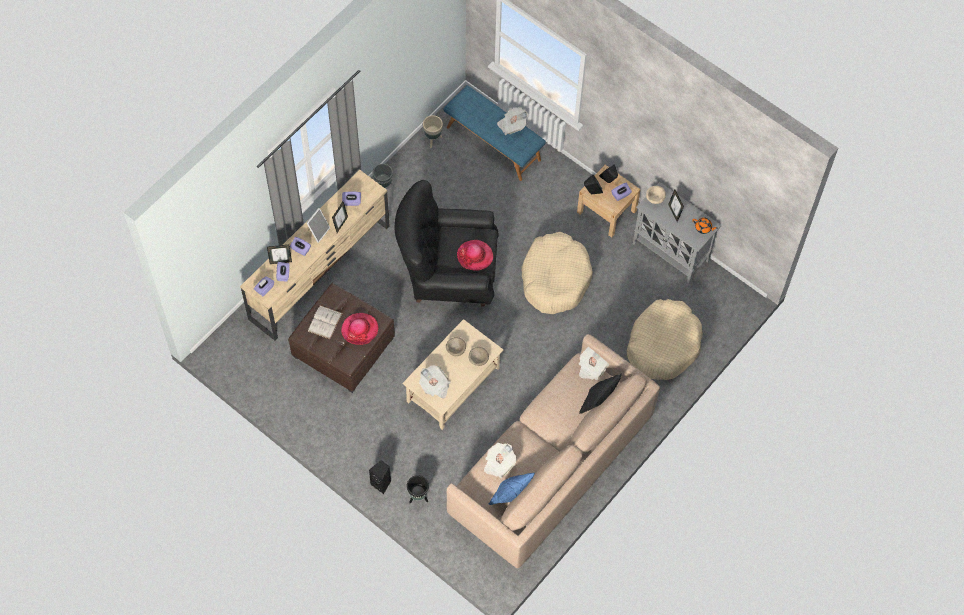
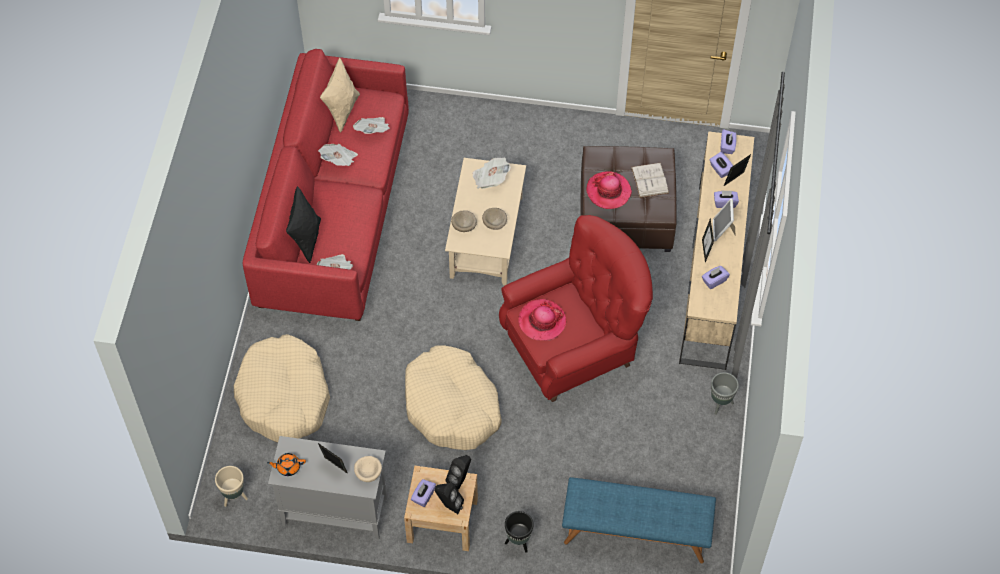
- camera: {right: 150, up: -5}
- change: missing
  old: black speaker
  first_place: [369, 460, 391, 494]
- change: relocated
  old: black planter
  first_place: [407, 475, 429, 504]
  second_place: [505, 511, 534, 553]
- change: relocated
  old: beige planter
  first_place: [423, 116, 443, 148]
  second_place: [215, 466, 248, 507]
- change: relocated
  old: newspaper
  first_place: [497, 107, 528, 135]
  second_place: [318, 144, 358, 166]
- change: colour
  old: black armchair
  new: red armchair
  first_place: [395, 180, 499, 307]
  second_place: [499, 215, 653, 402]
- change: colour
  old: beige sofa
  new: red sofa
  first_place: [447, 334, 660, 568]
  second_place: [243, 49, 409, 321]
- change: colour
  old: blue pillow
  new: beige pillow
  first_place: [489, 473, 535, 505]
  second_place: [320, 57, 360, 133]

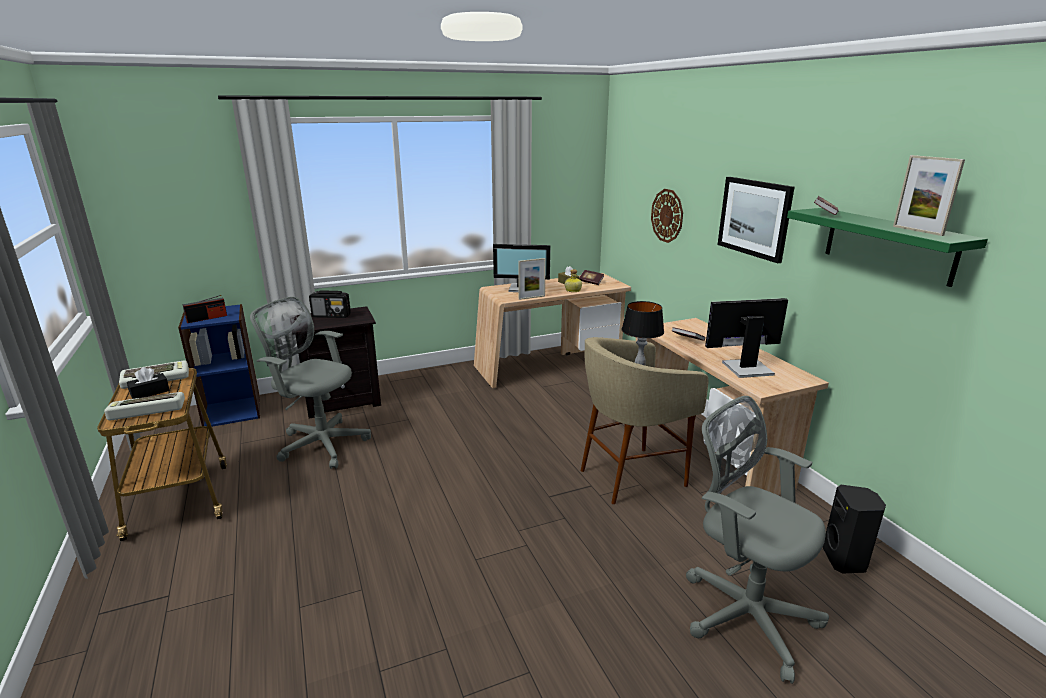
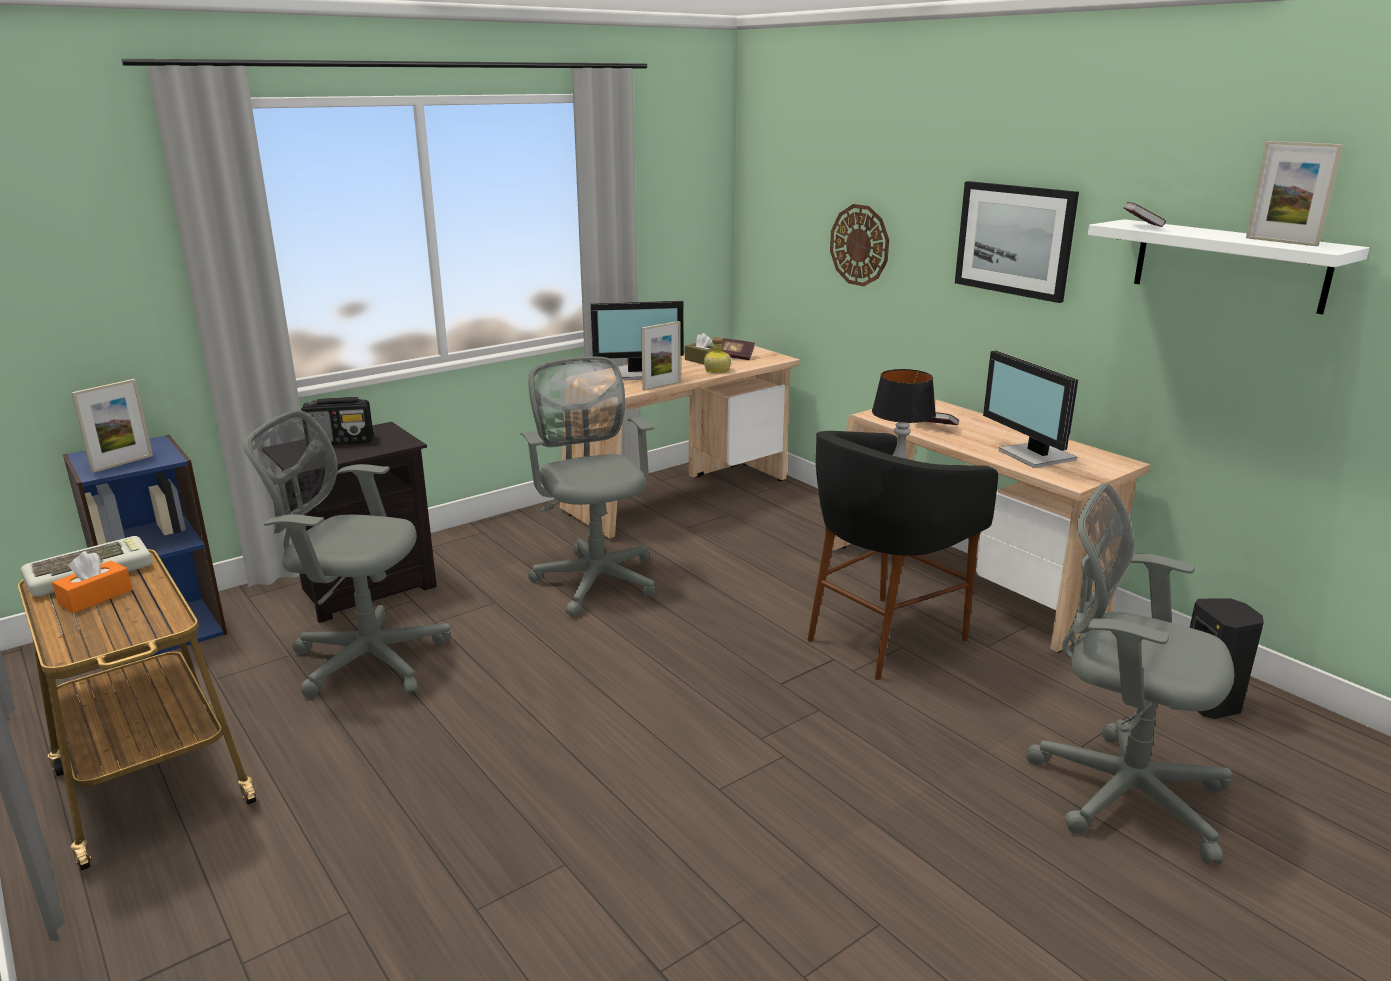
- camera: {right: -15, up: 0}
- change: missing
  old: keyboard
  first_place: [104, 392, 185, 421]
- change: appeared
  new: grey office chair
  second_place: [520, 356, 655, 617]
- change: exchanged
  old: radio
  new: picture frame
  first_place: [182, 295, 227, 323]
  second_place: [71, 379, 153, 473]
- change: colour
  old: black tissue box
  new: orange tissue box
  first_place: [127, 367, 170, 399]
  second_place: [52, 551, 132, 613]
- change: colour
  old: beige stool
  new: black stool
  first_place: [581, 337, 709, 504]
  second_place: [807, 431, 998, 680]
- change: colour
  old: green shelf
  new: white shelf
  first_place: [787, 208, 988, 287]
  second_place: [1088, 219, 1370, 314]
- change: spun
  old: monitor
  first_place: [705, 298, 788, 378]
  second_place: [983, 351, 1078, 468]
  degrees: -90

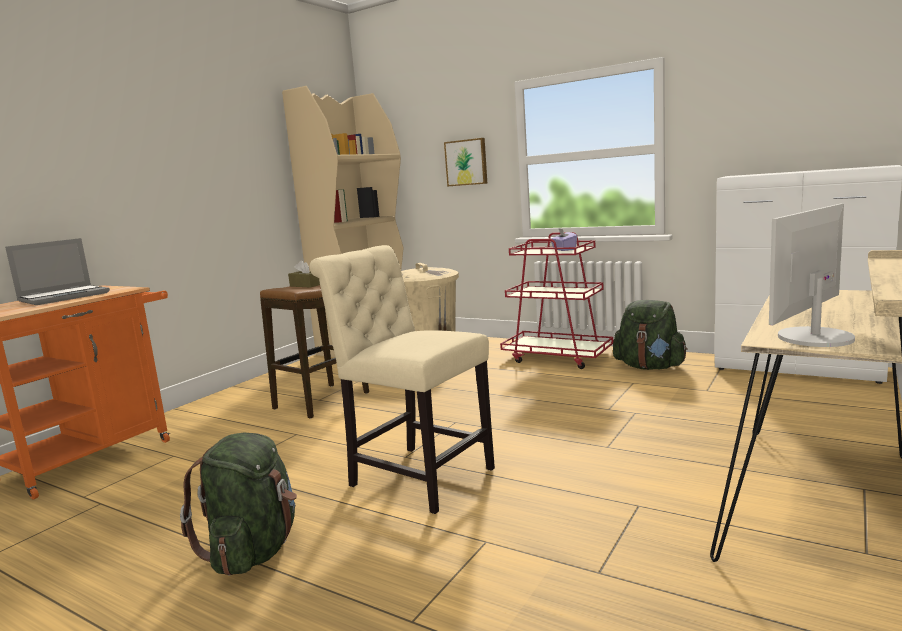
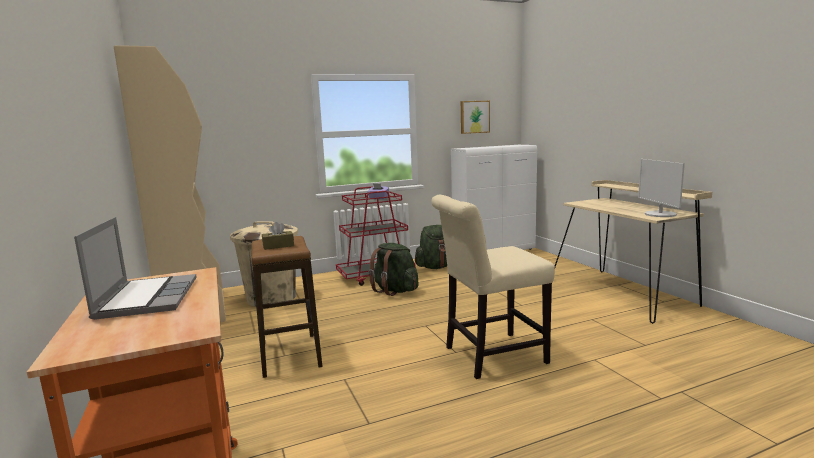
- camera: {right: -55, up: 0}
- change: relocated
  old: green backpack
  first_place: [180, 433, 297, 576]
  second_place: [368, 243, 419, 296]
- change: relocated
  old: picture
  first_place: [444, 138, 487, 186]
  second_place: [461, 101, 490, 134]

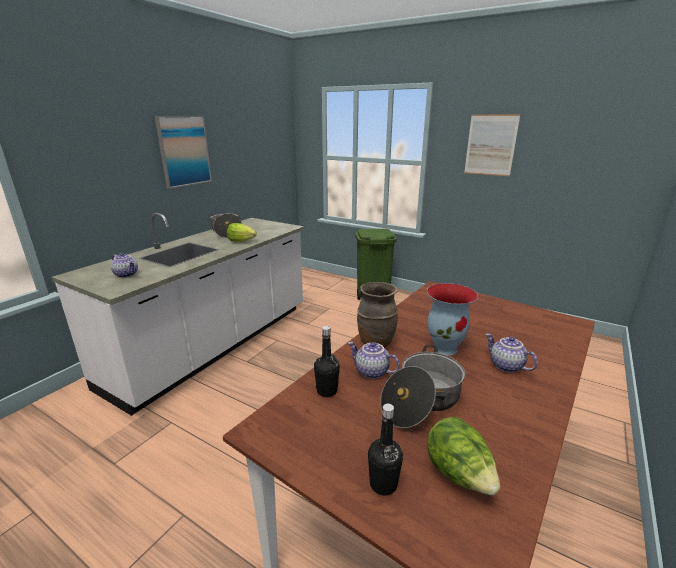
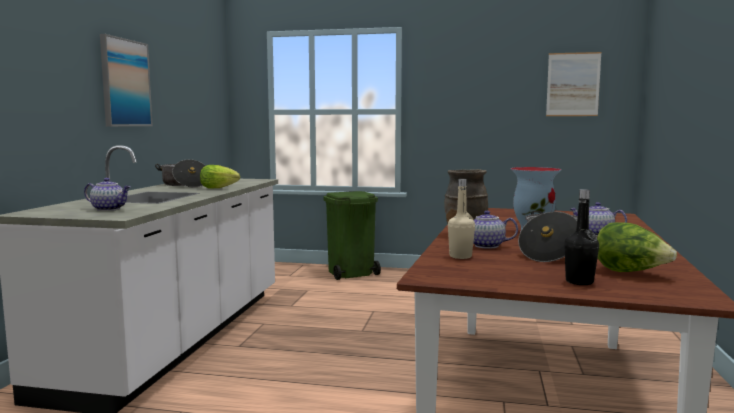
- camera: {right: -20, up: -15}
- change: relocated
  old: picture
  first_place: [464, 115, 520, 176]
  second_place: [546, 52, 602, 116]
- change: colour
  old: black bottle
  new: beige bottle
  first_place: [314, 326, 340, 397]
  second_place: [448, 179, 475, 259]

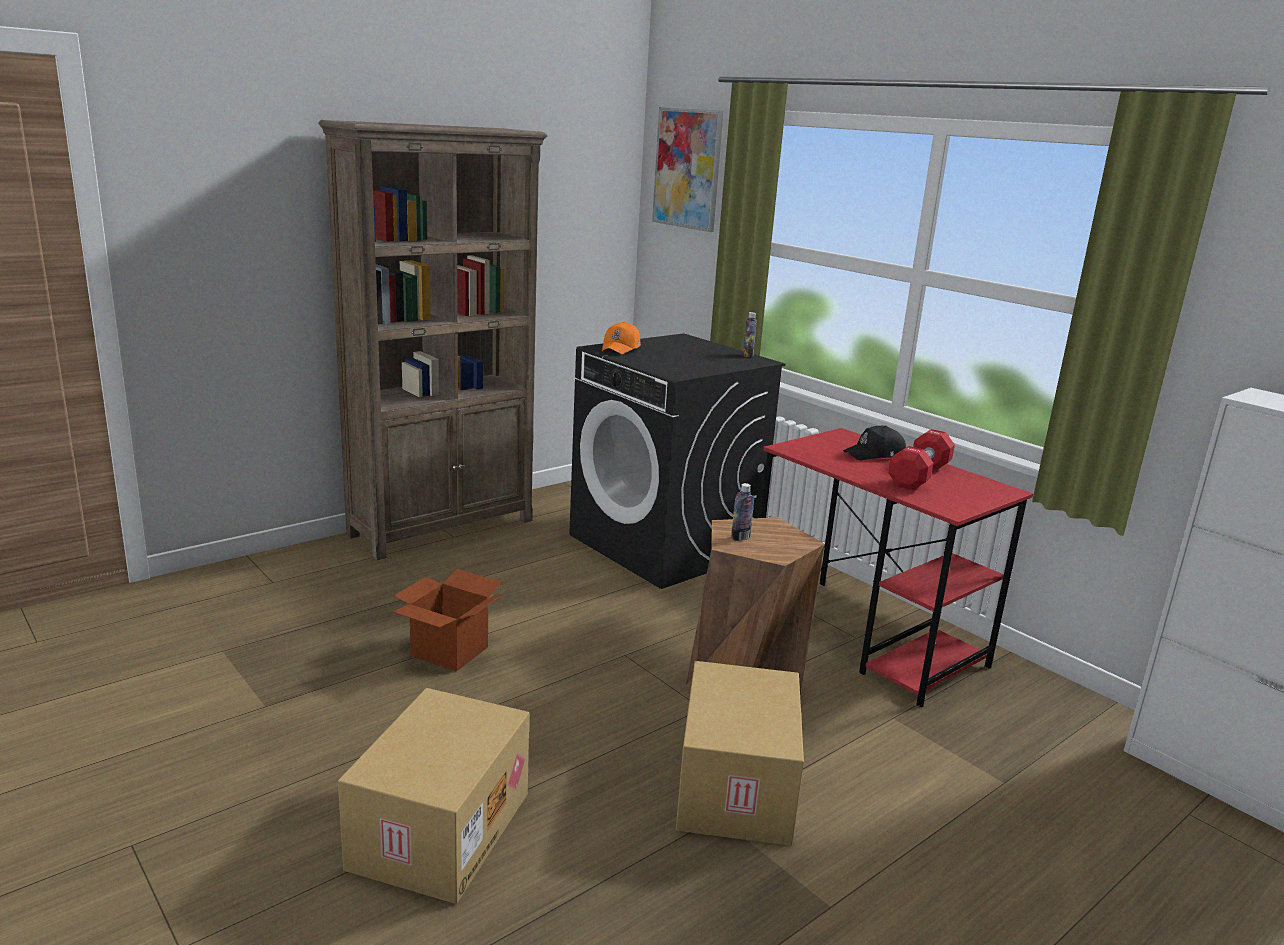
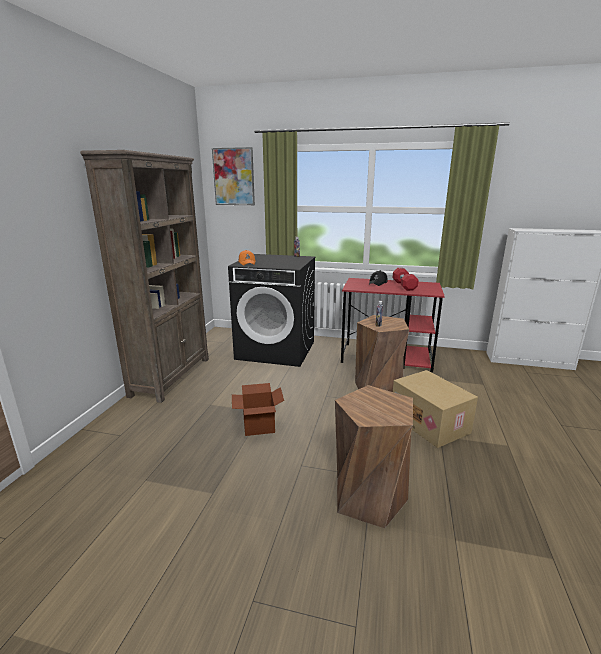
- camera: {right: -35, up: 0}
- change: exchanged
  old: cardboard box
  new: brown stool
  first_place: [338, 688, 529, 904]
  second_place: [335, 385, 413, 529]

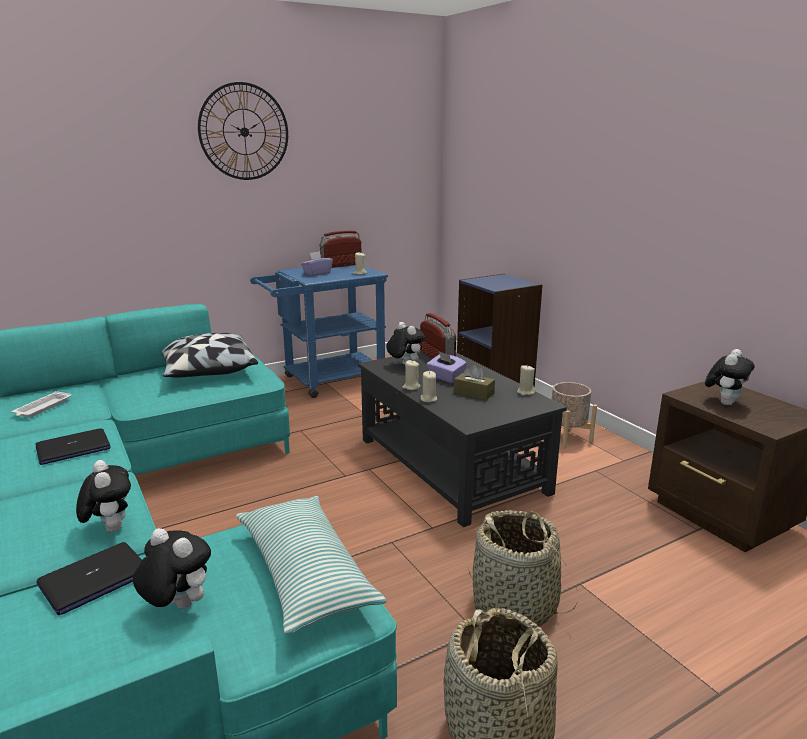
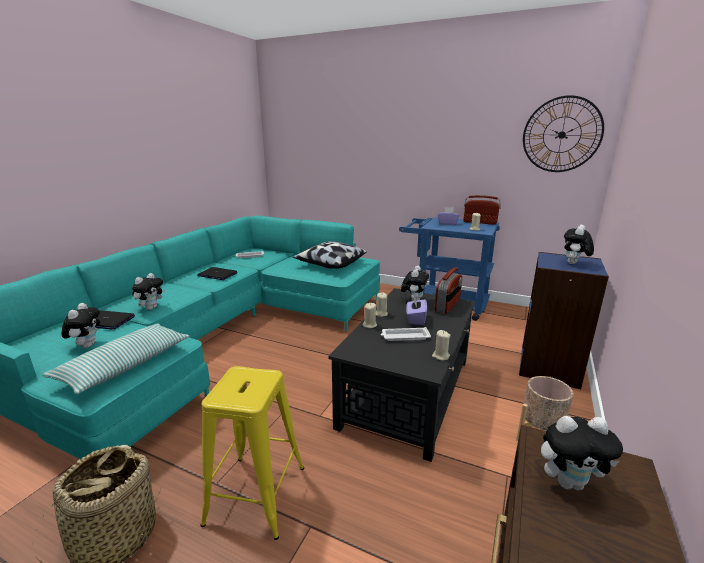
- camera: {right: 55, up: 0}
- change: appeared
  new: plush toy
  second_place: [564, 225, 594, 264]
- change: relocated
  old: wall clock
  first_place: [198, 82, 288, 180]
  second_place: [523, 95, 604, 172]
- change: exchanged
  old: brown tissue box
  new: white tray
  first_place: [454, 365, 495, 400]
  second_place: [381, 327, 431, 341]
- change: exchanged
  old: basket
  new: yellow stool
  first_place: [468, 510, 577, 626]
  second_place: [200, 366, 304, 540]

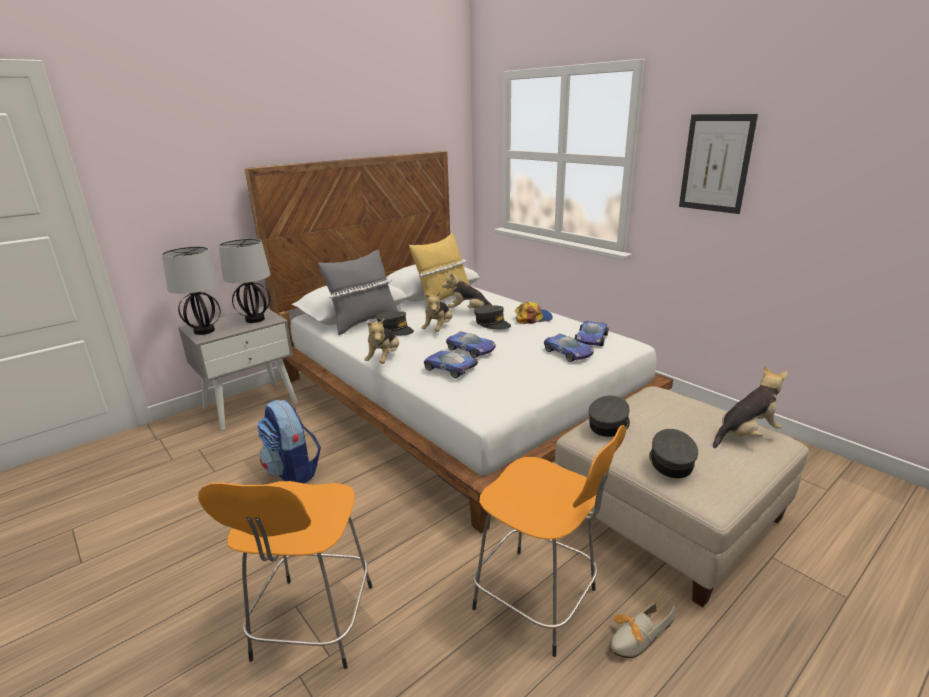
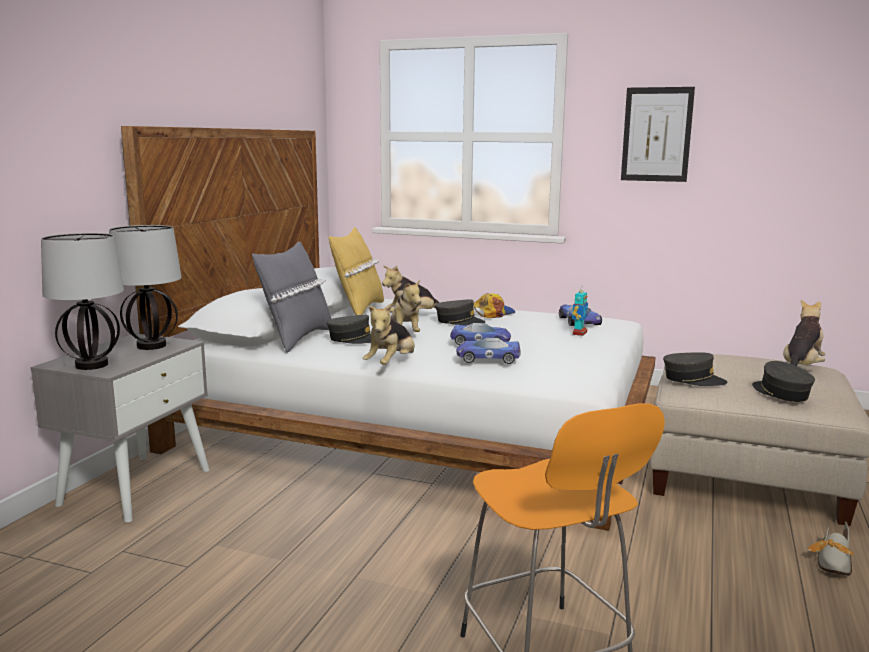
- camera: {right: -30, up: -10}
- change: missing
  old: backpack
  first_place: [257, 400, 321, 484]
- change: missing
  old: orange stool
  first_place: [472, 425, 626, 657]
- change: exchanged
  old: toy car
  new: toy robot
  first_place: [544, 334, 594, 362]
  second_place: [572, 285, 588, 336]
- change: spun
  old: plush toy
  first_place: [364, 318, 399, 364]
  second_place: [363, 303, 415, 365]
  degrees: 45
- change: spun
  old: grey cap
  first_place: [589, 395, 630, 437]
  second_place: [663, 352, 728, 386]
  degrees: 105

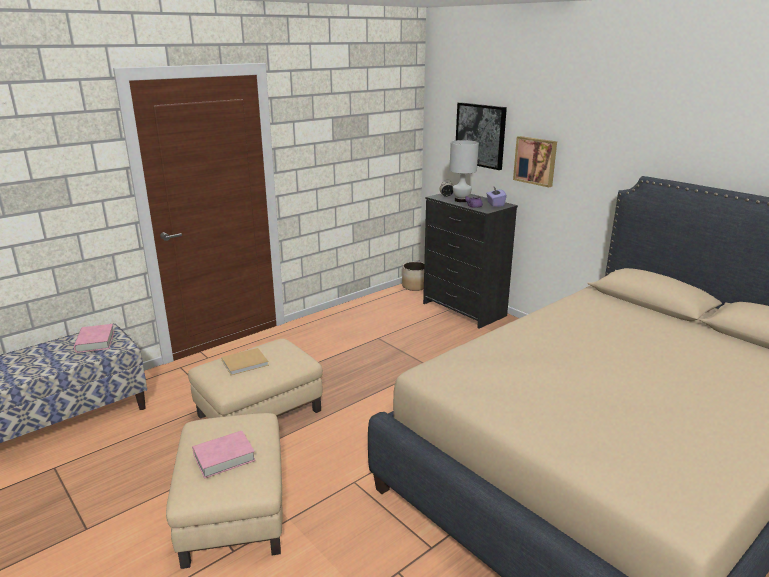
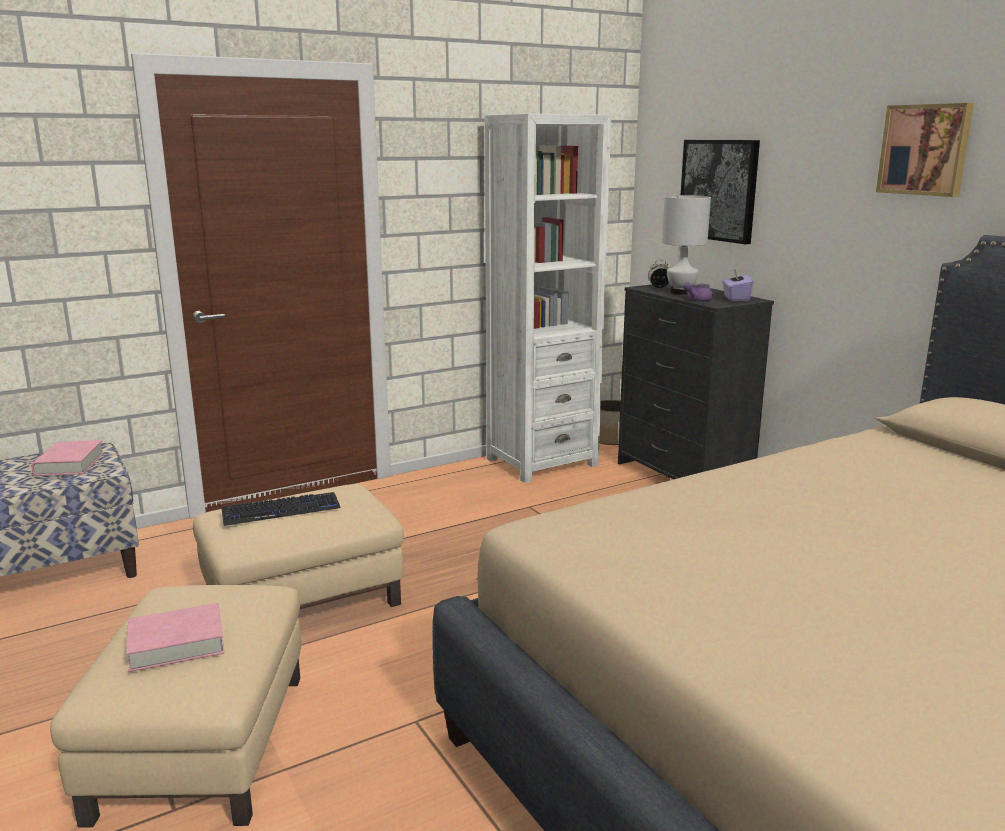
- camera: {right: 10, up: -5}
- change: appeared
  new: white bookcase
  second_place: [485, 114, 611, 483]
- change: relocated
  old: picture
  first_place: [513, 136, 557, 187]
  second_place: [876, 103, 974, 197]
- change: exchanged
  old: beige book
  new: keyboard
  first_place: [221, 348, 269, 375]
  second_place: [221, 492, 340, 526]

